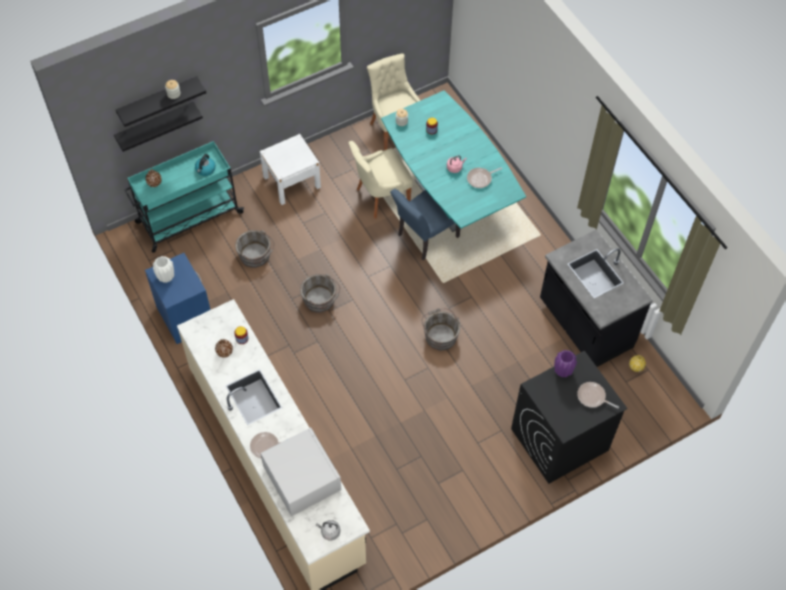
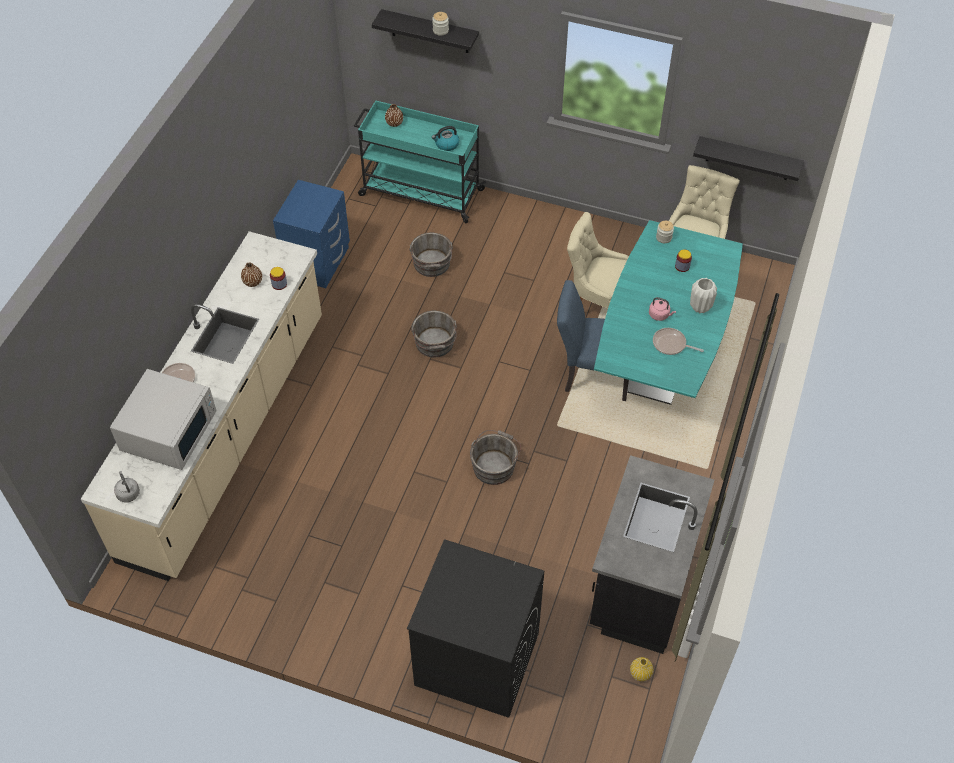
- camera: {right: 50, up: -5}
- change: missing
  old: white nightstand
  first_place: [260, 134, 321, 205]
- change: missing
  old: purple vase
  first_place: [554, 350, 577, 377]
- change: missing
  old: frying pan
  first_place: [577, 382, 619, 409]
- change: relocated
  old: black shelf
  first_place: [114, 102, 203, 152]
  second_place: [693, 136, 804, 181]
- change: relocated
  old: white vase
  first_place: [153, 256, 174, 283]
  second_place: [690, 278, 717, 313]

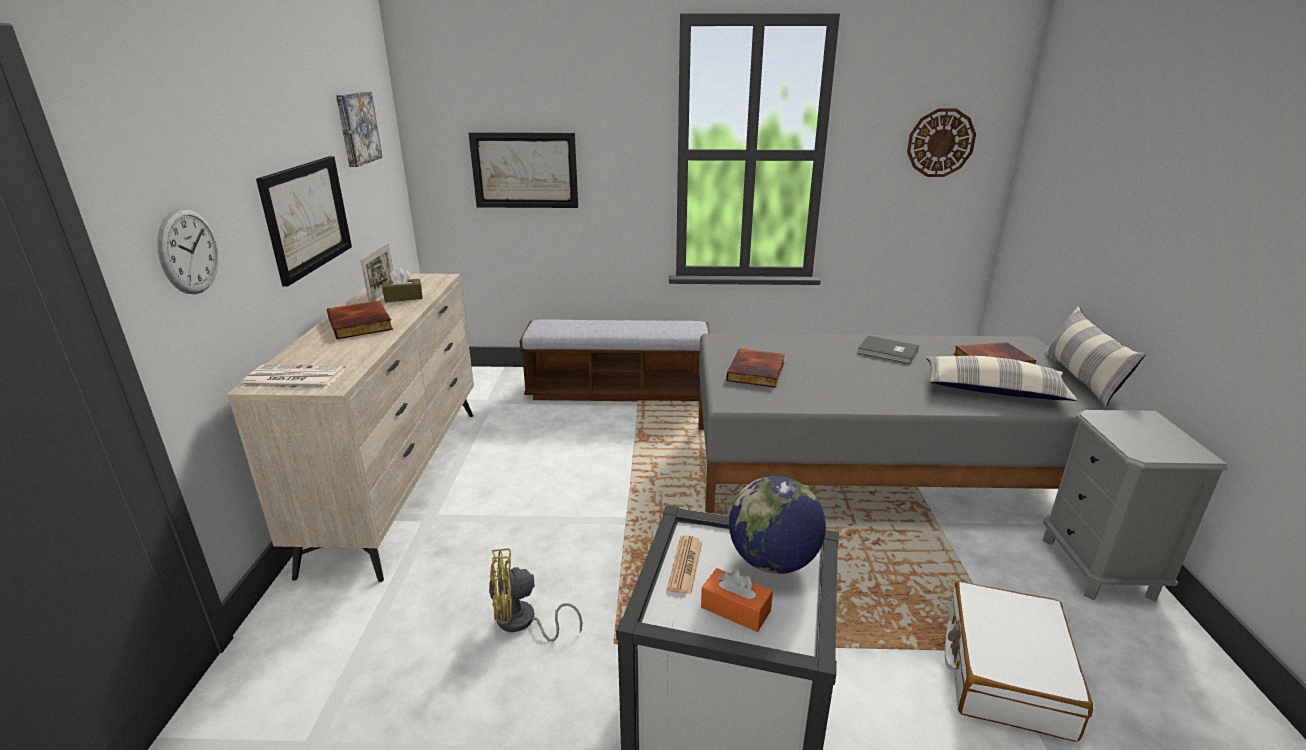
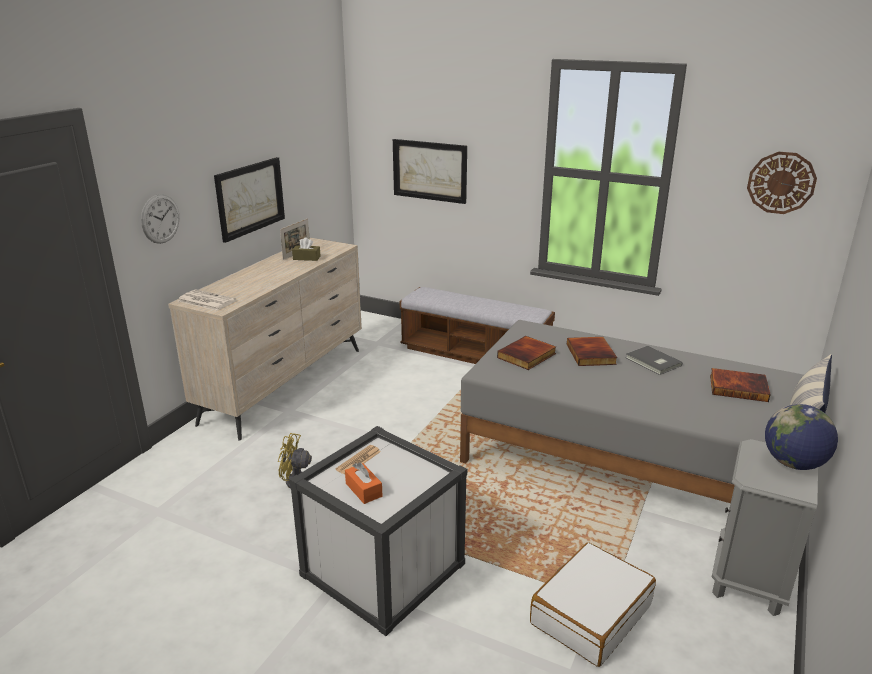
- camera: {right: 25, up: 0}
- change: missing
  old: picture
  first_place: [336, 91, 383, 167]
- change: missing
  old: pillow
  first_place: [926, 356, 1077, 401]
- change: relocated
  old: book
  first_place: [327, 300, 393, 339]
  second_place: [567, 337, 617, 366]
- change: relocated
  old: globe
  first_place: [729, 476, 826, 574]
  second_place: [765, 404, 838, 470]

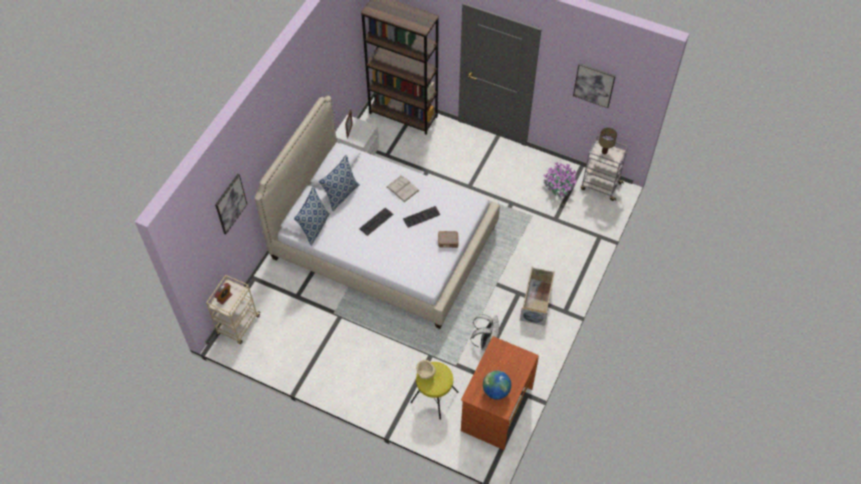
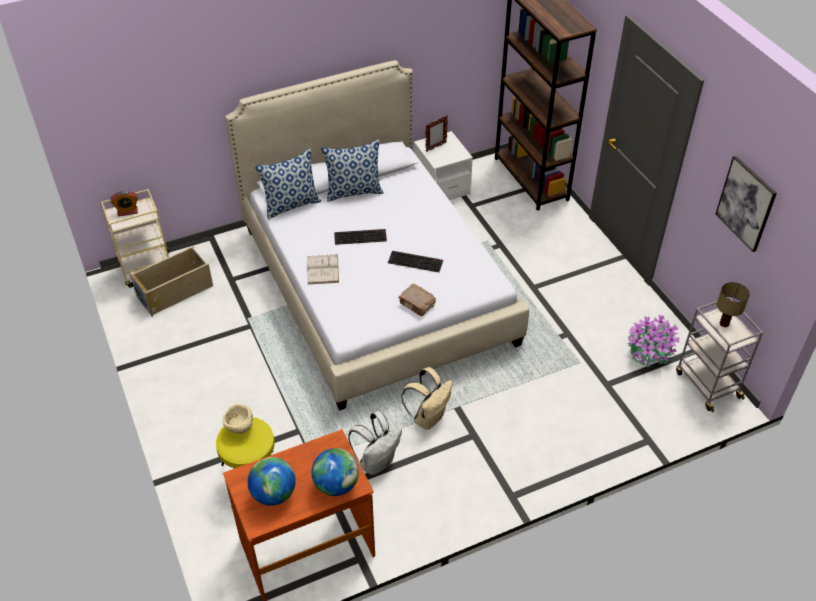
- camera: {right: 40, up: -10}
- change: missing
  old: picture
  first_place: [215, 174, 247, 234]
- change: appeared
  new: globe
  second_place: [311, 448, 359, 496]
- change: appeared
  new: beige backpack
  second_place: [401, 367, 453, 430]
- change: relocated
  old: white book
  first_place: [387, 176, 419, 202]
  second_place: [307, 254, 339, 284]
- change: relocated
  old: beige storage box
  first_place: [520, 267, 555, 326]
  second_place: [130, 246, 213, 317]

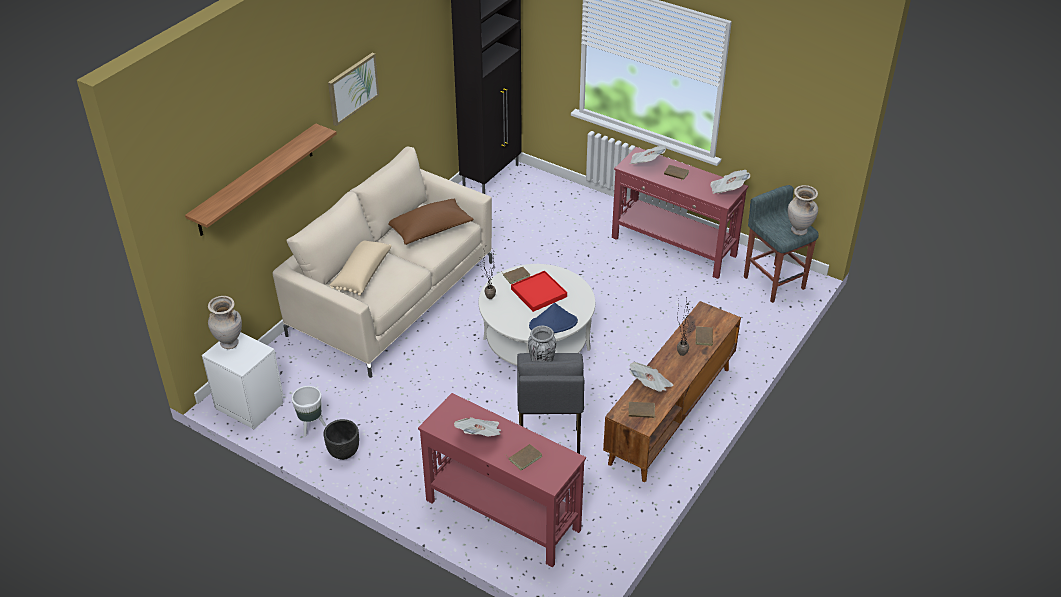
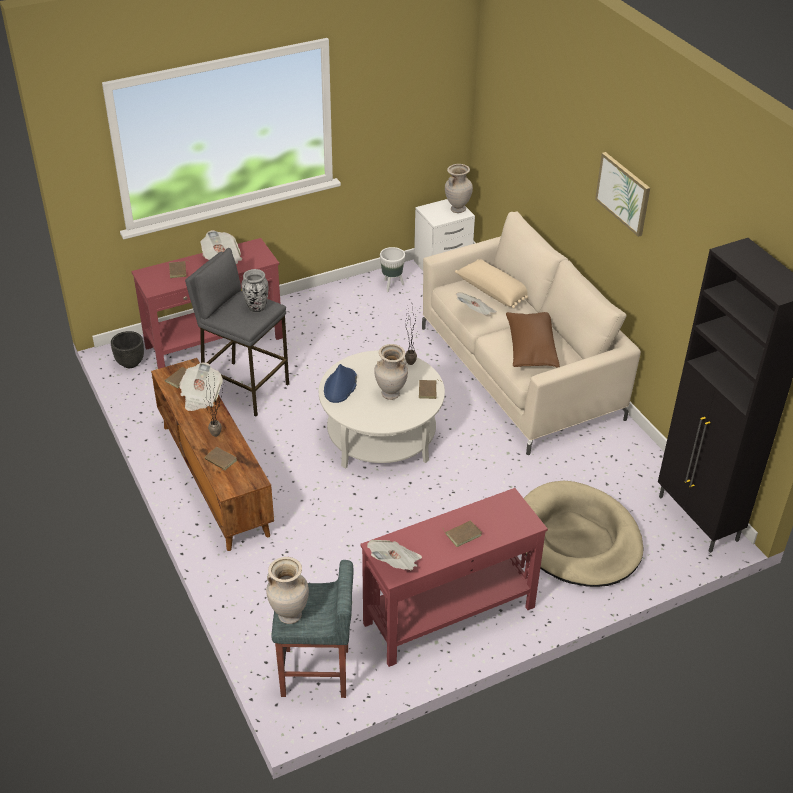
- camera: {right: 120, up: 0}
- change: missing
  old: shelf
  first_place: [185, 124, 337, 236]
- change: appeared
  new: beige dog bed
  second_place: [524, 481, 644, 587]
- change: relocated
  old: black planter
  first_place: [324, 419, 359, 460]
  second_place: [111, 331, 144, 368]
- change: relocated
  old: newspaper
  first_place: [629, 146, 666, 164]
  second_place: [456, 292, 497, 315]
- change: exchanged
  old: red tray
  new: beige vase
  first_place: [511, 271, 567, 312]
  second_place: [374, 344, 408, 400]

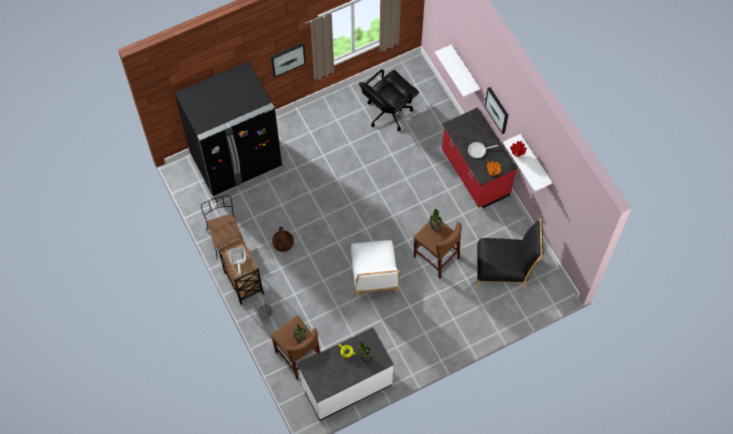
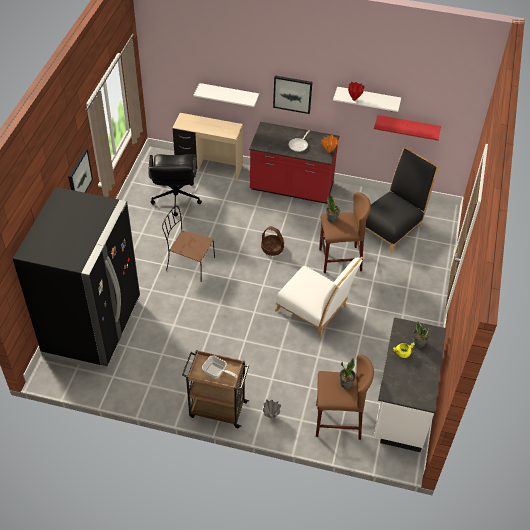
- camera: {right: -50, up: -15}
- change: appeared
  new: beige desk
  second_place: [173, 113, 243, 181]
- change: appeared
  new: red shelf
  second_place: [374, 115, 441, 141]
- change: relocated
  old: brown chair
  first_place: [201, 195, 243, 257]
  second_place: [162, 206, 215, 279]
- change: relocated
  old: basket
  first_place: [272, 227, 294, 252]
  second_place: [261, 226, 284, 256]

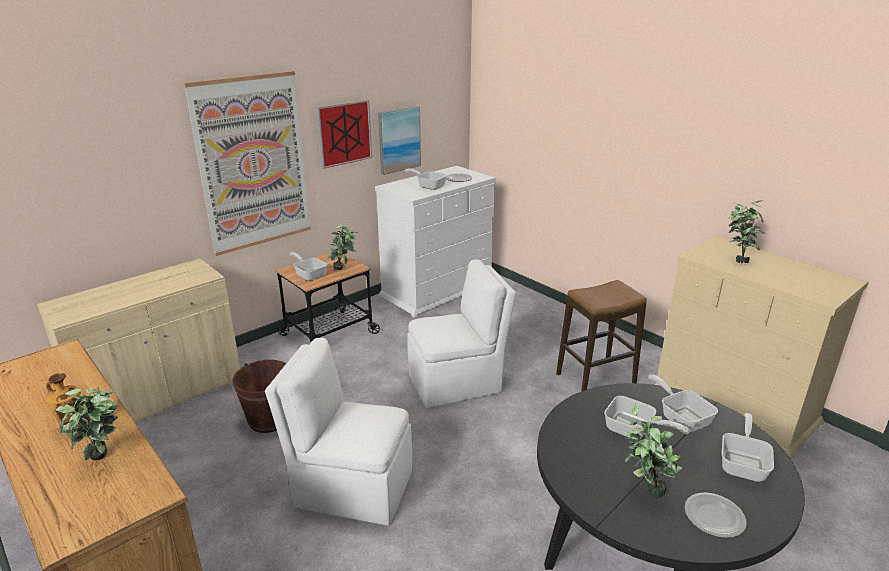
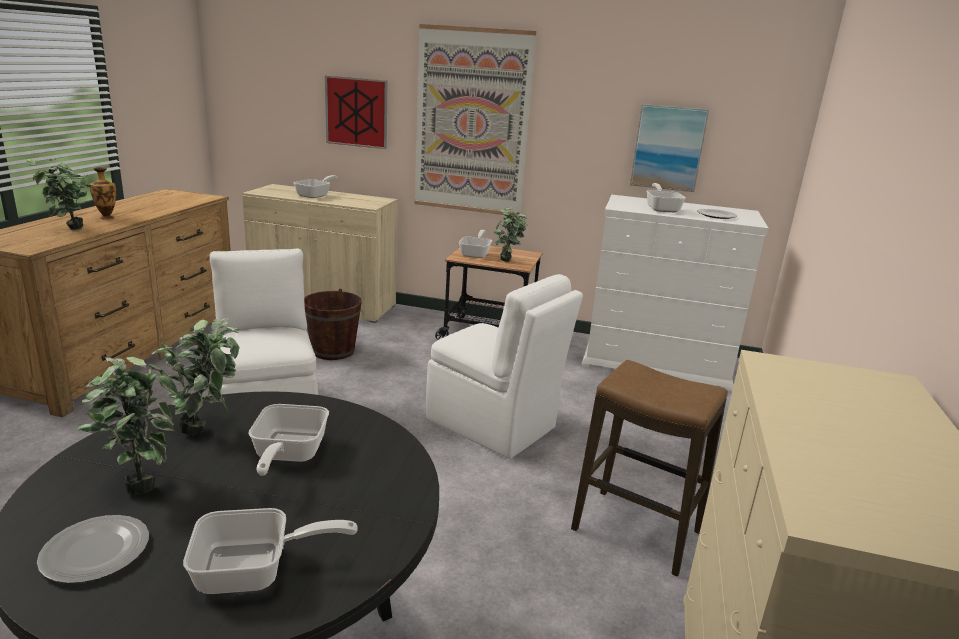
- camera: {right: 55, up: -5}
- change: relocated
  old: picture
  first_place: [317, 100, 372, 169]
  second_place: [325, 76, 387, 149]
- change: relocated
  old: frying pan
  first_place: [648, 374, 718, 432]
  second_place: [293, 175, 338, 198]
- change: relocated
  old: potted plant
  first_place: [728, 200, 765, 263]
  second_place: [161, 317, 239, 435]

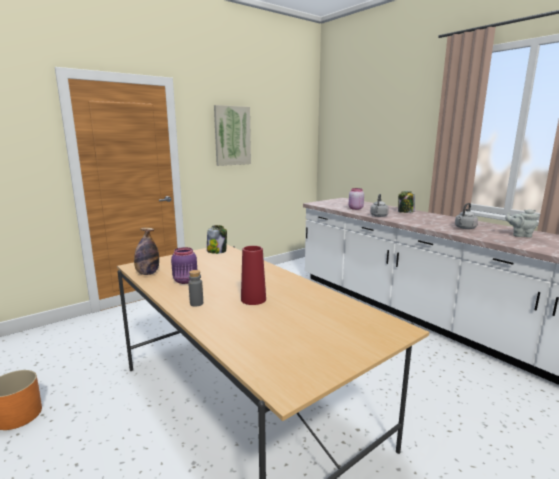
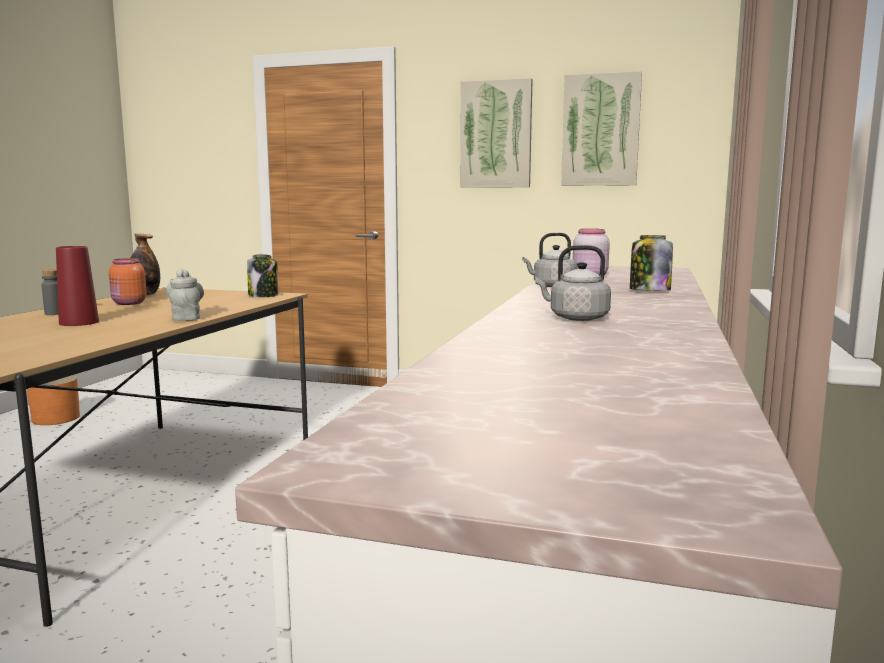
- camera: {right: 55, up: -5}
- change: appeared
  new: picture
  second_place: [561, 71, 642, 186]
- change: relocated
  old: grey teapot
  first_place: [505, 209, 539, 238]
  second_place: [166, 269, 204, 321]
- change: colour
  old: purple jar
  new: orange jar
  first_place: [171, 247, 197, 284]
  second_place: [109, 258, 147, 305]

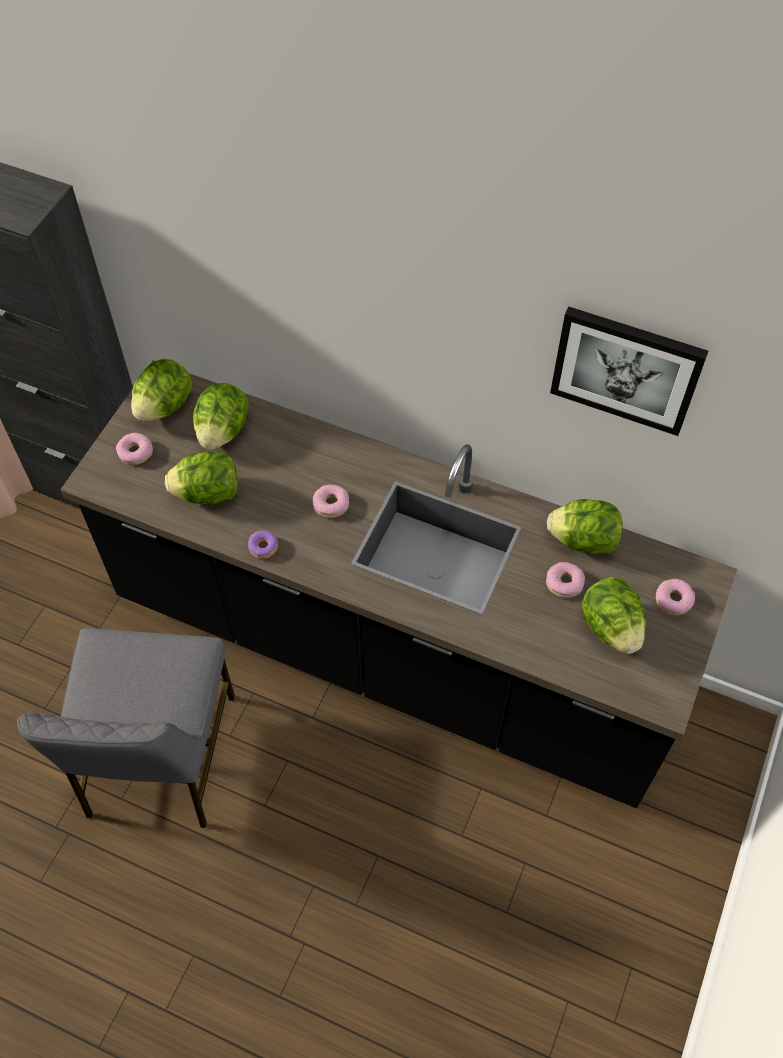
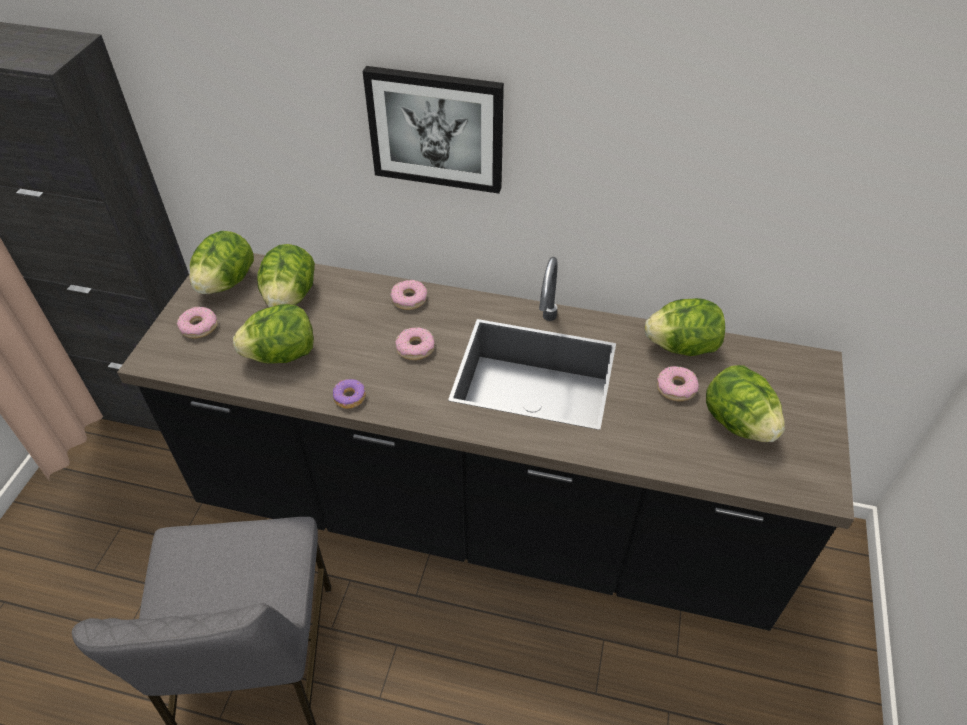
- camera: {right: -10, up: -10}
- change: relocated
  old: picture
  first_place: [550, 307, 708, 436]
  second_place: [363, 66, 504, 194]
- change: relocated
  old: donut
  first_place: [656, 579, 695, 616]
  second_place: [390, 280, 427, 310]

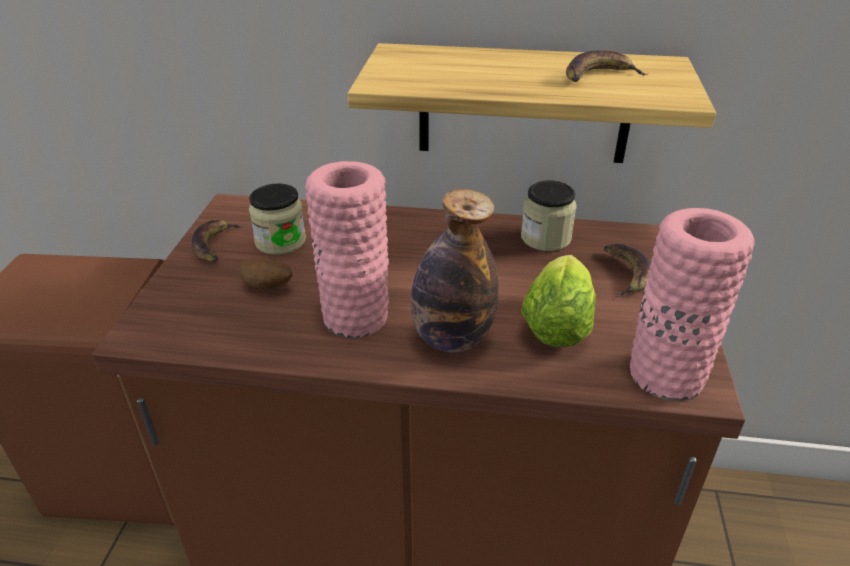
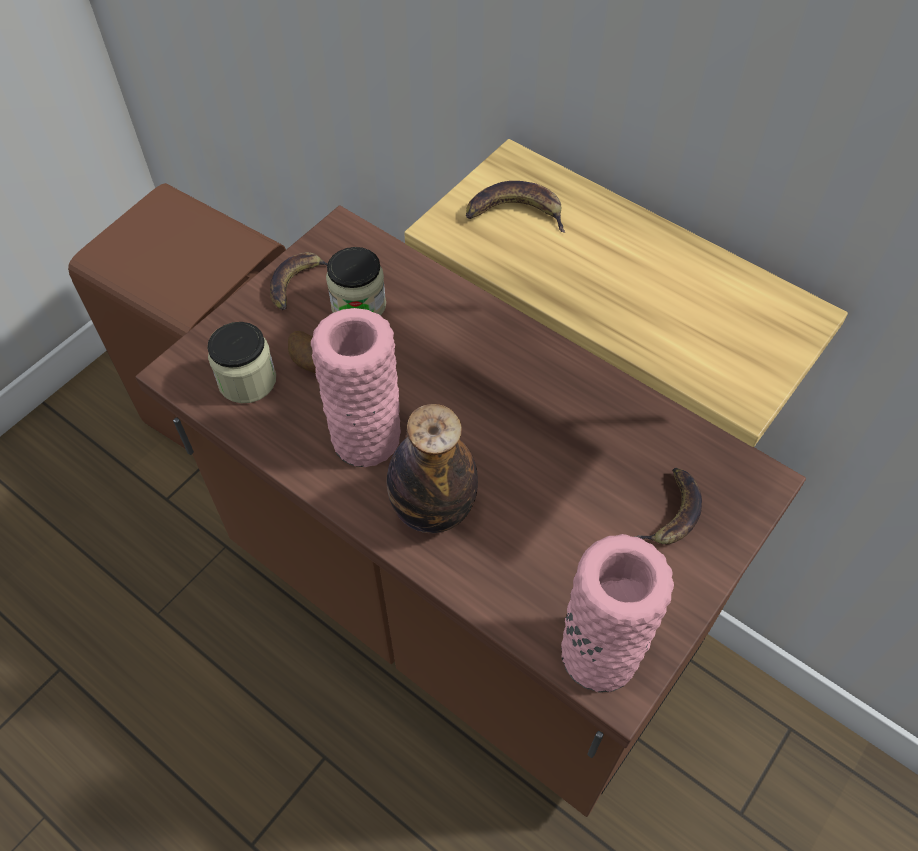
- camera: {right: 30, up: 20}
- change: missing
  old: lettuce
  first_place: [521, 255, 596, 347]
- change: relocated
  old: jar
  first_place: [521, 181, 577, 251]
  second_place: [207, 322, 276, 403]
- change: relocated
  old: banana
  first_place: [566, 50, 648, 82]
  second_place: [466, 181, 565, 233]

